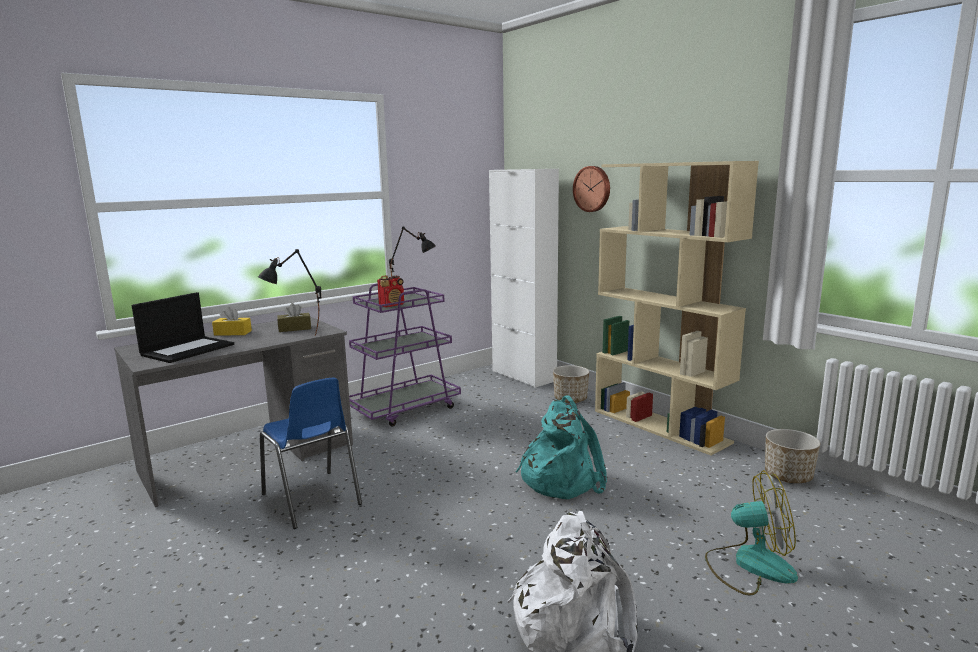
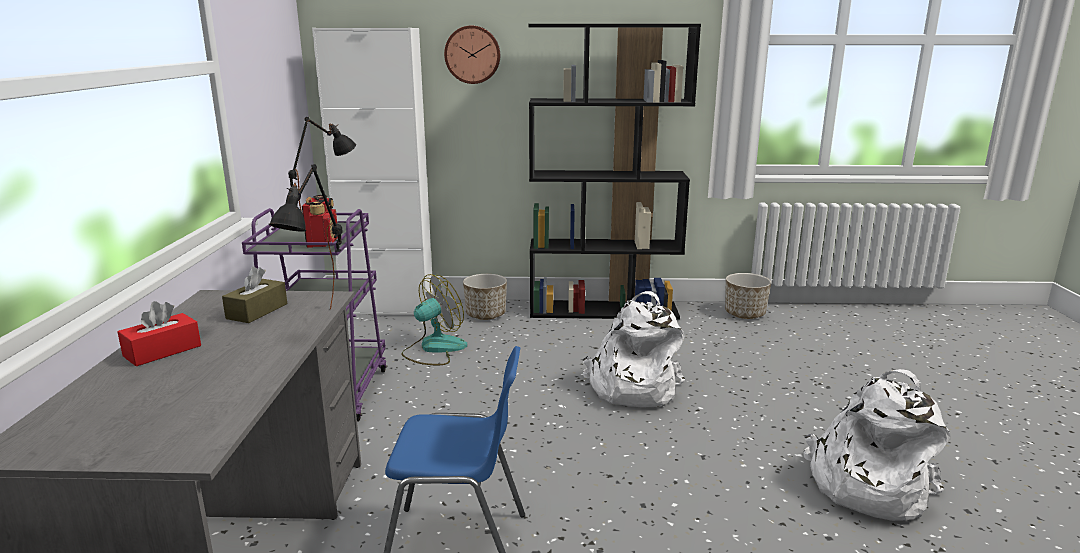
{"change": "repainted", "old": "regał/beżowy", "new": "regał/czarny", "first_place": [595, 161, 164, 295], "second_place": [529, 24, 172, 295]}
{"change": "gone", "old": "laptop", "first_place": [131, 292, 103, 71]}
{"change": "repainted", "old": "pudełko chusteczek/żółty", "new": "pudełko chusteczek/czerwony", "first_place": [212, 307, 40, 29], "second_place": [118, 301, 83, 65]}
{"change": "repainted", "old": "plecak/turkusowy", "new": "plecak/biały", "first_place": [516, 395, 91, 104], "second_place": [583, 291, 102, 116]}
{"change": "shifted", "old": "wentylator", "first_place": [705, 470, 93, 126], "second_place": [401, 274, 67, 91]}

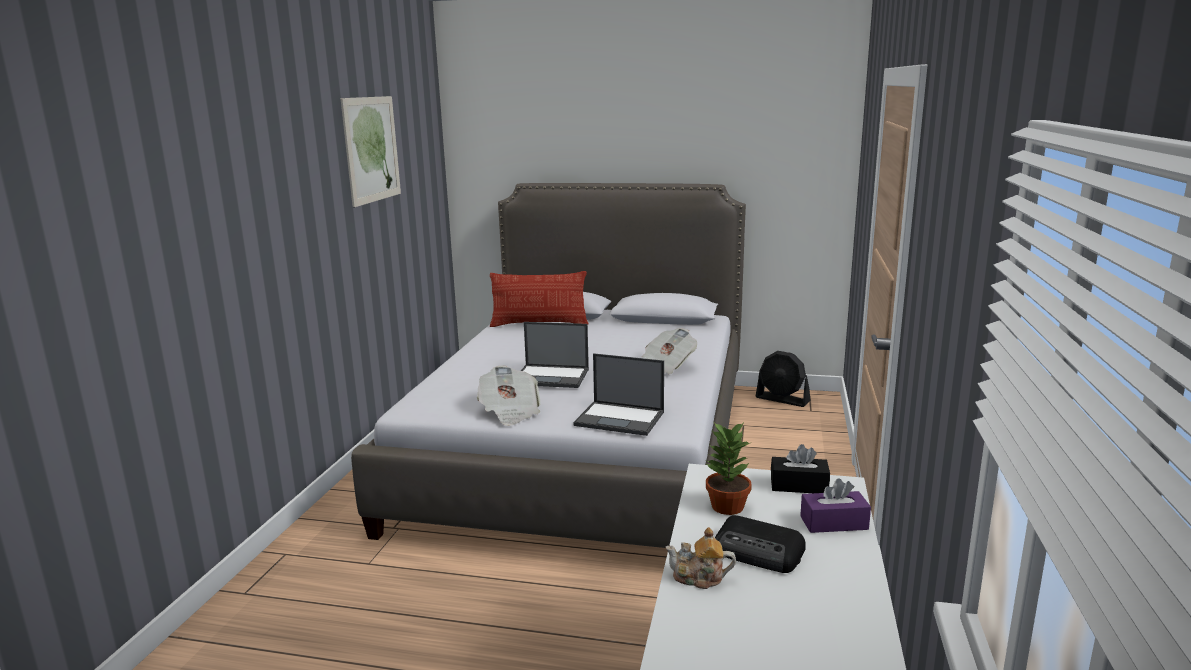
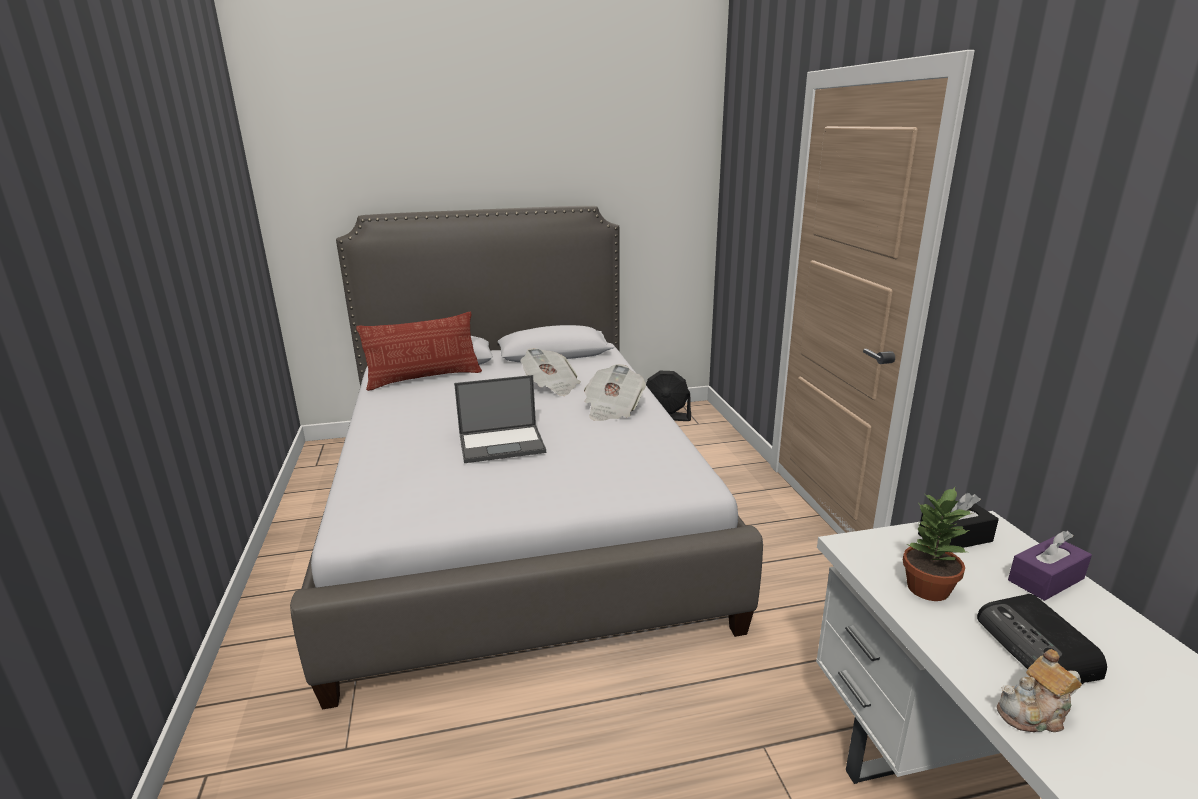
{"change": "gone", "old": "obraz", "first_place": [341, 96, 60, 111]}
{"change": "gone", "old": "laptop", "first_place": [573, 353, 91, 83]}
{"change": "shifted", "old": "gazeta", "first_place": [477, 365, 63, 61], "second_place": [520, 348, 61, 48]}
{"change": "rotated", "old": "radio", "first_place": [715, 515, 90, 58], "second_place": [977, 594, 130, 90], "degrees": 75}

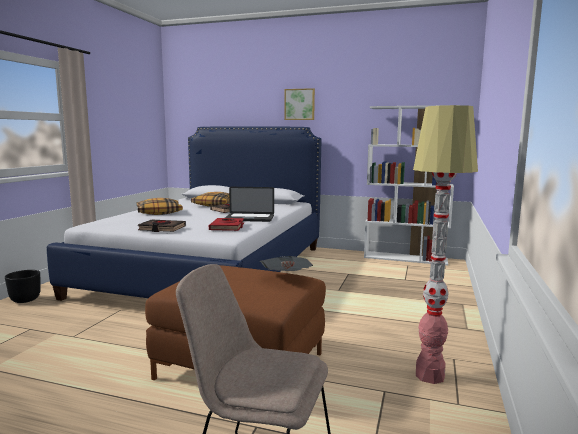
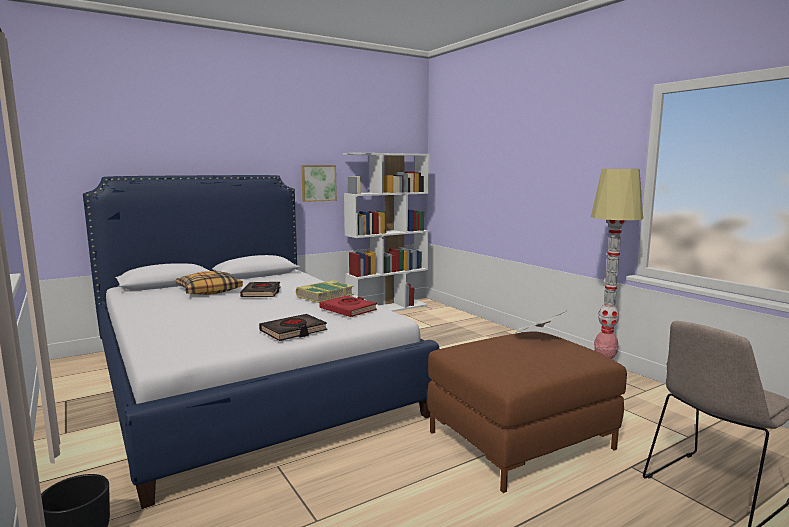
{"change": "shifted", "old": "obraz", "first_place": [284, 88, 31, 32], "second_place": [301, 165, 36, 37]}
{"change": "swapped", "old": "laptop", "new": "książka", "first_place": [225, 187, 49, 35], "second_place": [296, 280, 58, 23]}
{"change": "gone", "old": "poduszka", "first_place": [137, 198, 46, 17]}

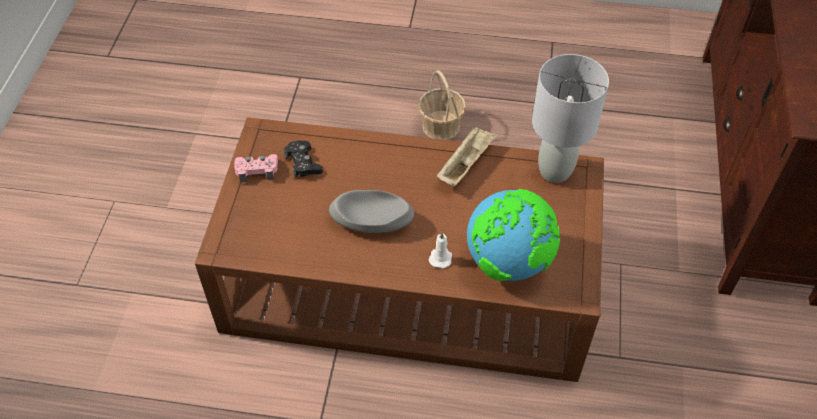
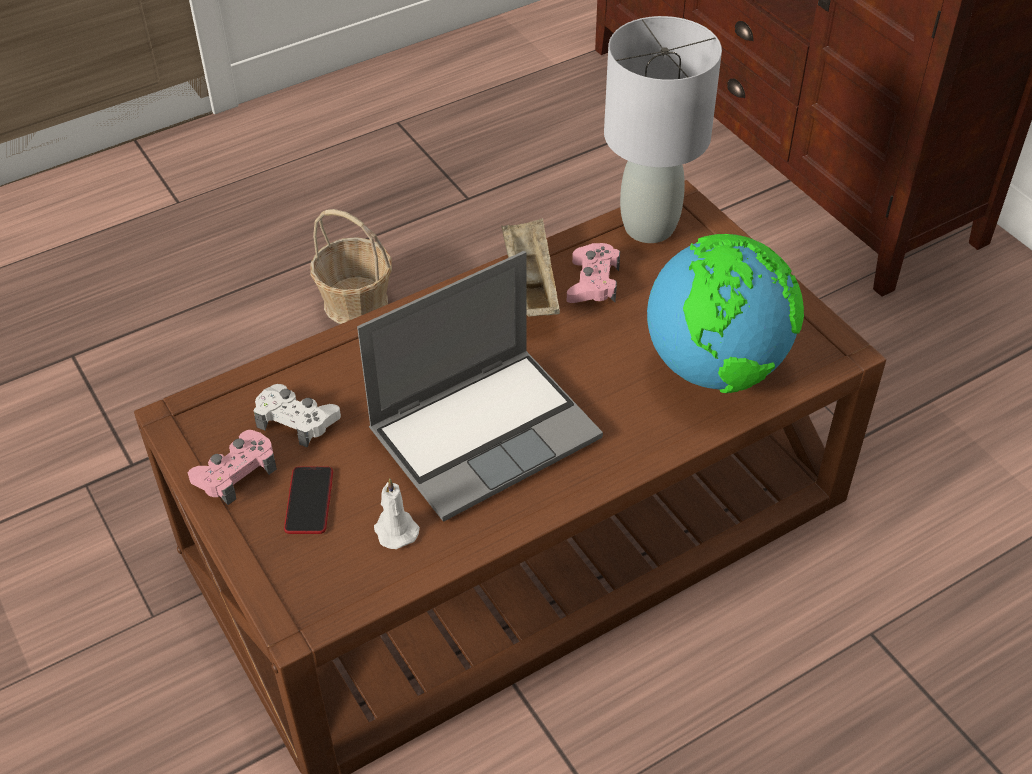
{"change": "repainted", "old": "pad do gier/czarny", "new": "pad do gier/biały", "first_place": [284, 140, 39, 38], "second_place": [253, 384, 88, 64]}
{"change": "swapped", "old": "miska/szary", "new": "laptop", "first_place": [329, 190, 85, 43], "second_place": [357, 251, 246, 271]}
{"change": "shifted", "old": "świeca/biały", "first_place": [428, 232, 24, 37], "second_place": [374, 478, 46, 71]}
{"change": "new", "new": "pad do gier/różowy", "second_place": [567, 243, 53, 60]}
{"change": "new", "new": "telefon", "second_place": [284, 466, 49, 68]}

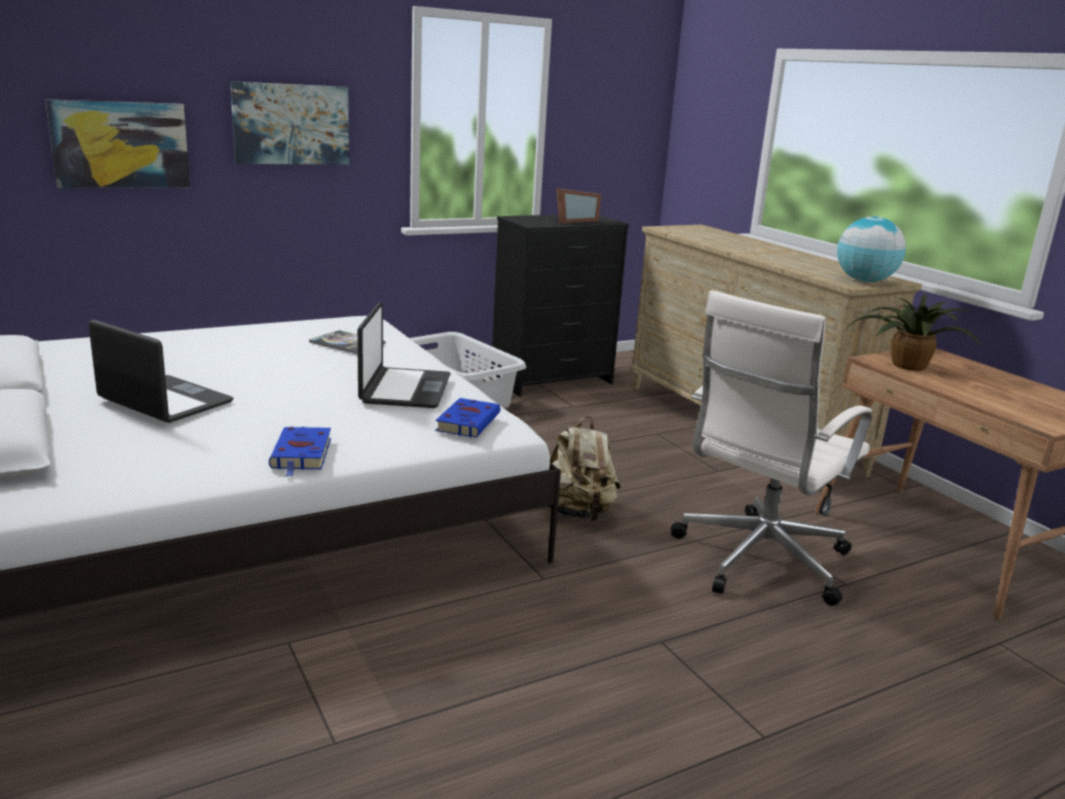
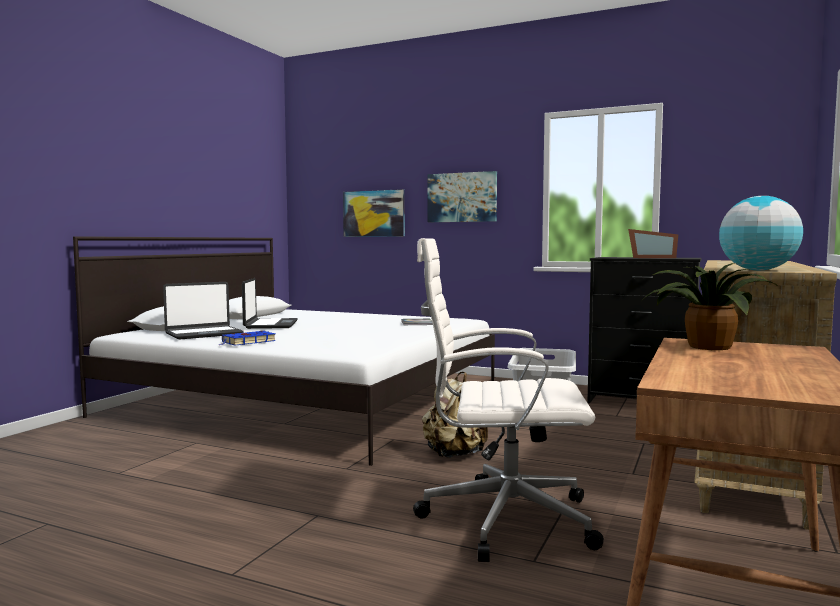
{"change": "shifted", "old": "laptop", "first_place": [357, 302, 94, 106], "second_place": [163, 282, 81, 58]}
{"change": "gone", "old": "książka/niebieski", "first_place": [435, 398, 65, 40]}

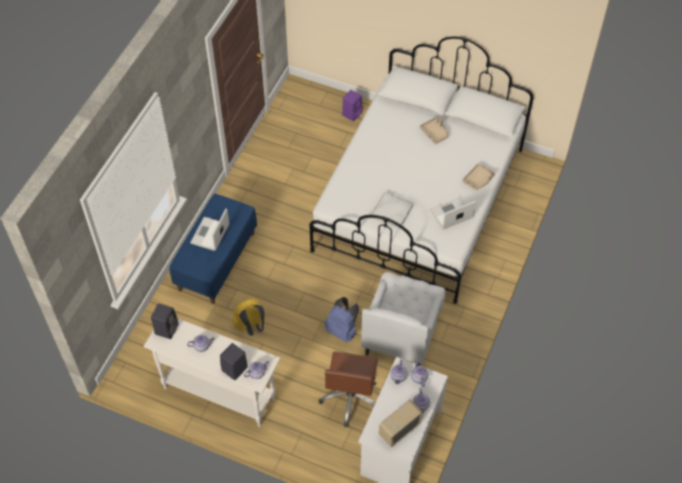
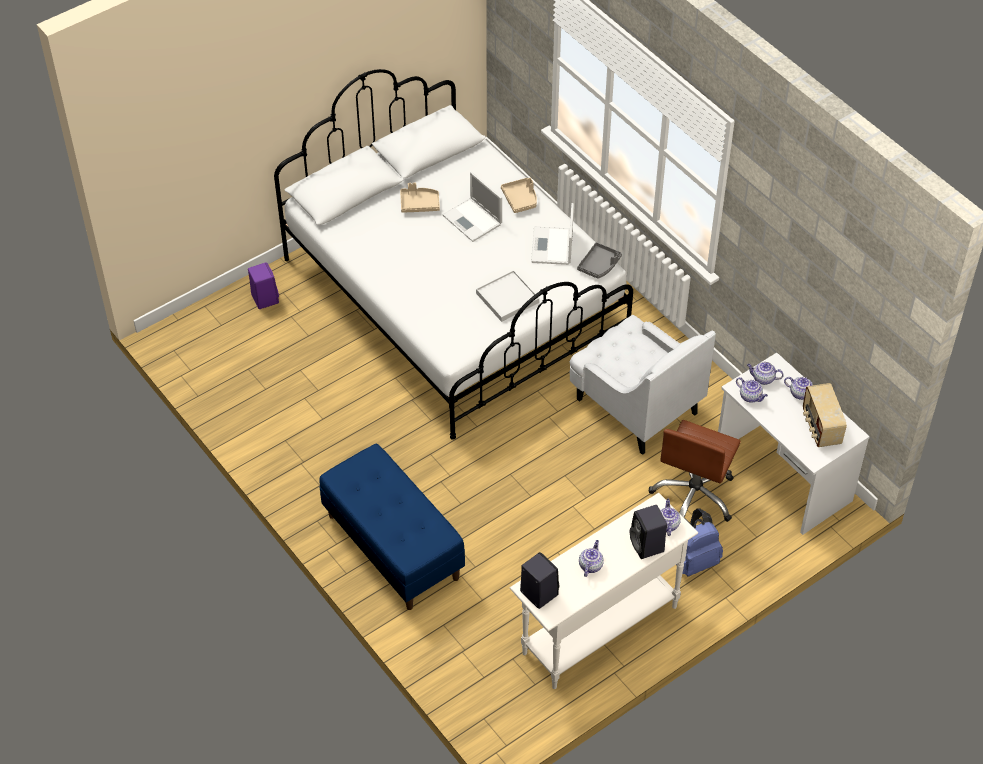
{"change": "shifted", "old": "laptop", "first_place": [190, 209, 39, 42], "second_place": [443, 172, 59, 70]}
{"change": "shifted", "old": "plecak/niebieski", "first_place": [325, 297, 34, 45], "second_place": [676, 508, 47, 69]}
{"change": "gone", "old": "plecak/żółty", "first_place": [232, 298, 33, 38]}
{"change": "rotated", "old": "krzesło biurowe/brązowy", "first_place": [319, 351, 59, 76], "second_place": [649, 420, 92, 102], "degrees": 75}
{"change": "new", "new": "taca/szary", "second_place": [577, 242, 45, 37]}

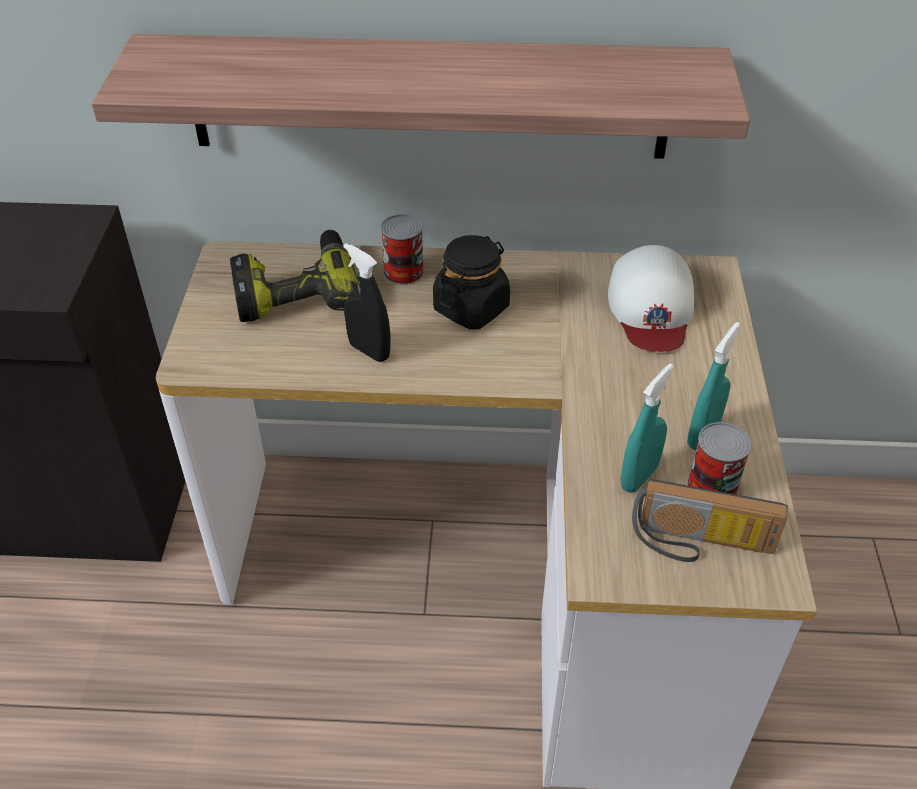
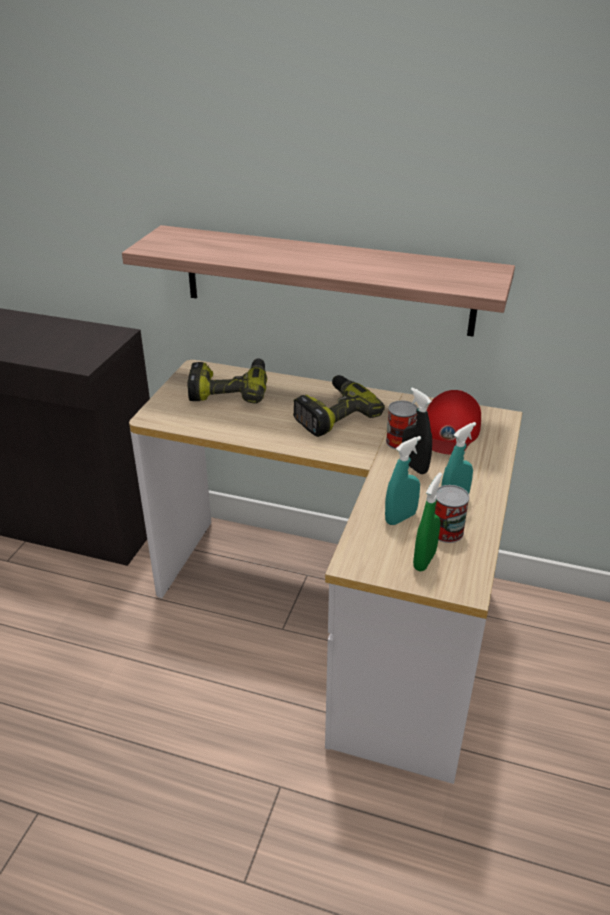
{"change": "shifted", "old": "puszka", "first_place": [381, 214, 43, 71], "second_place": [386, 401, 32, 48]}
{"change": "swapped", "old": "słoik/czarny", "new": "wiertarka", "first_place": [433, 235, 77, 95], "second_place": [293, 375, 92, 62]}
{"change": "shifted", "old": "spryskiwacz/czarny", "first_place": [343, 243, 47, 119], "second_place": [402, 387, 30, 87]}
{"change": "repainted", "old": "czapka z daszkiem/biały", "new": "czapka z daszkiem/czerwony", "first_place": [608, 245, 86, 107], "second_place": [427, 390, 54, 65]}
{"change": "swapped", "old": "radio", "new": "spryskiwacz/zielony", "first_place": [632, 479, 156, 83], "second_place": [413, 472, 29, 99]}

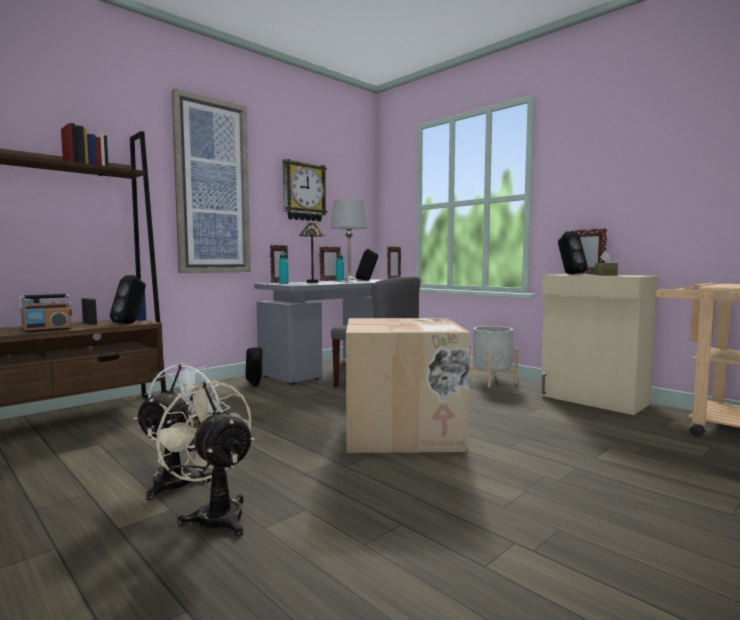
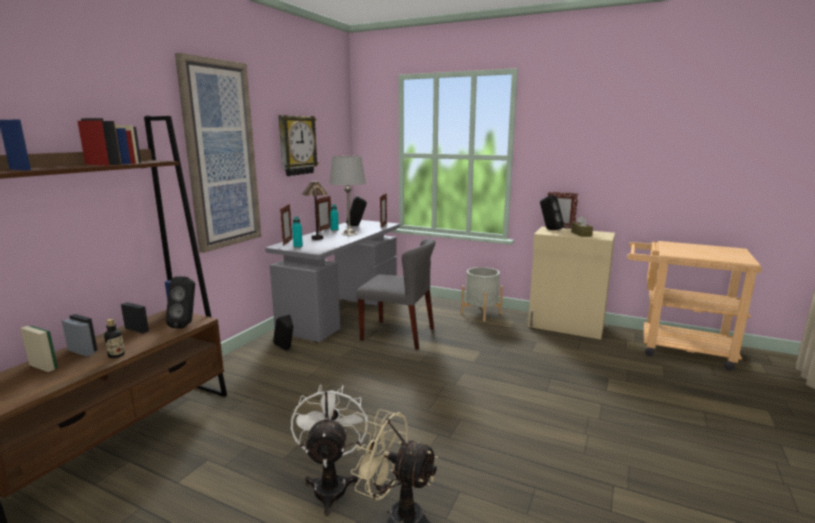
{"change": "swapped", "old": "radio", "new": "butelka", "first_place": [20, 294, 52, 39], "second_place": [104, 319, 21, 39]}
{"change": "gone", "old": "karton", "first_place": [346, 318, 124, 135]}

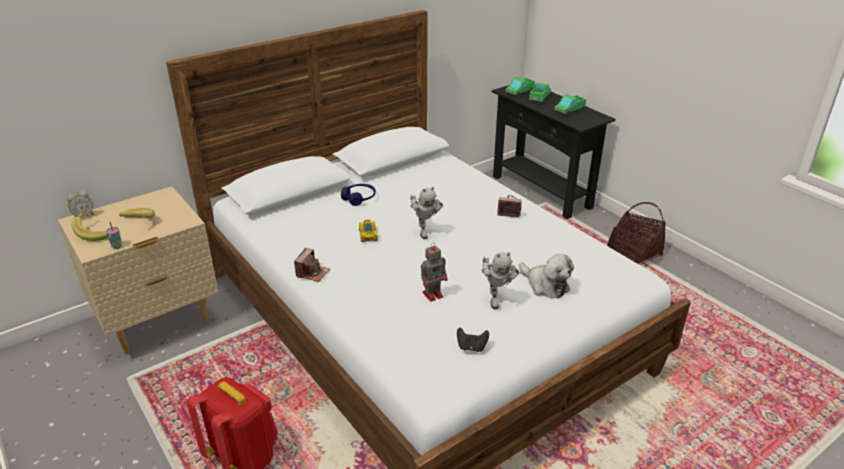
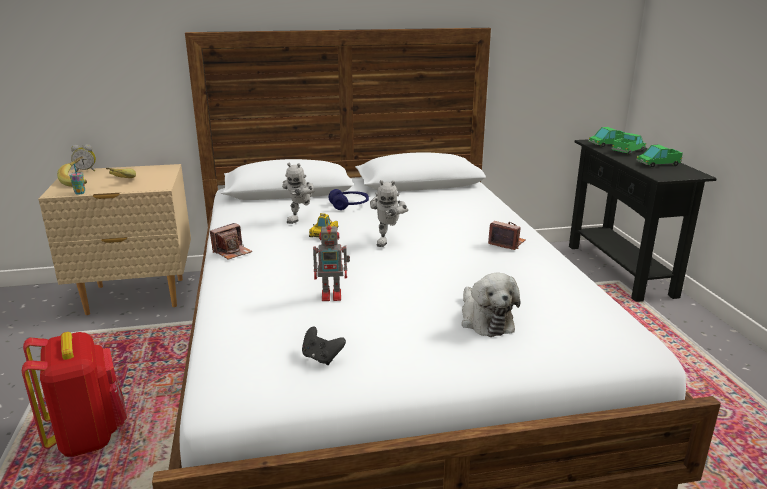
{"change": "gone", "old": "koszyk", "first_place": [607, 202, 59, 63]}
{"change": "shifted", "old": "robot zabawkowy", "first_place": [482, 252, 38, 57], "second_place": [282, 163, 32, 61]}

